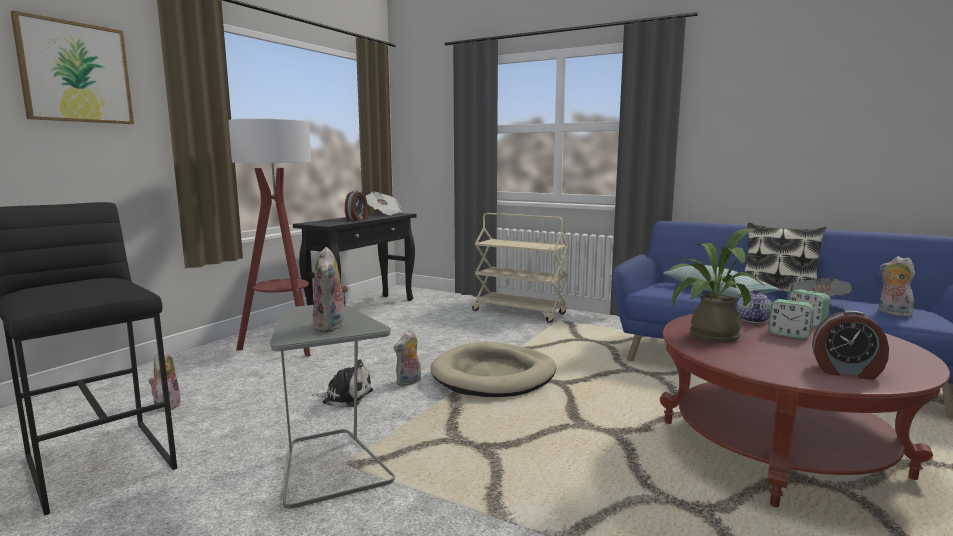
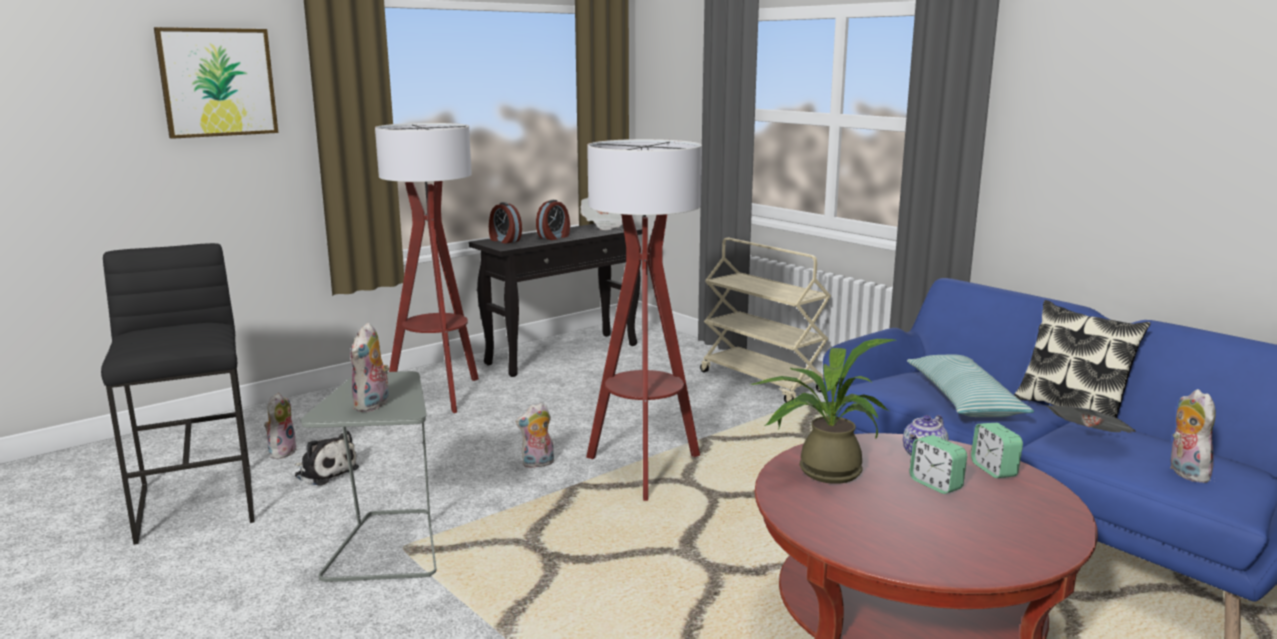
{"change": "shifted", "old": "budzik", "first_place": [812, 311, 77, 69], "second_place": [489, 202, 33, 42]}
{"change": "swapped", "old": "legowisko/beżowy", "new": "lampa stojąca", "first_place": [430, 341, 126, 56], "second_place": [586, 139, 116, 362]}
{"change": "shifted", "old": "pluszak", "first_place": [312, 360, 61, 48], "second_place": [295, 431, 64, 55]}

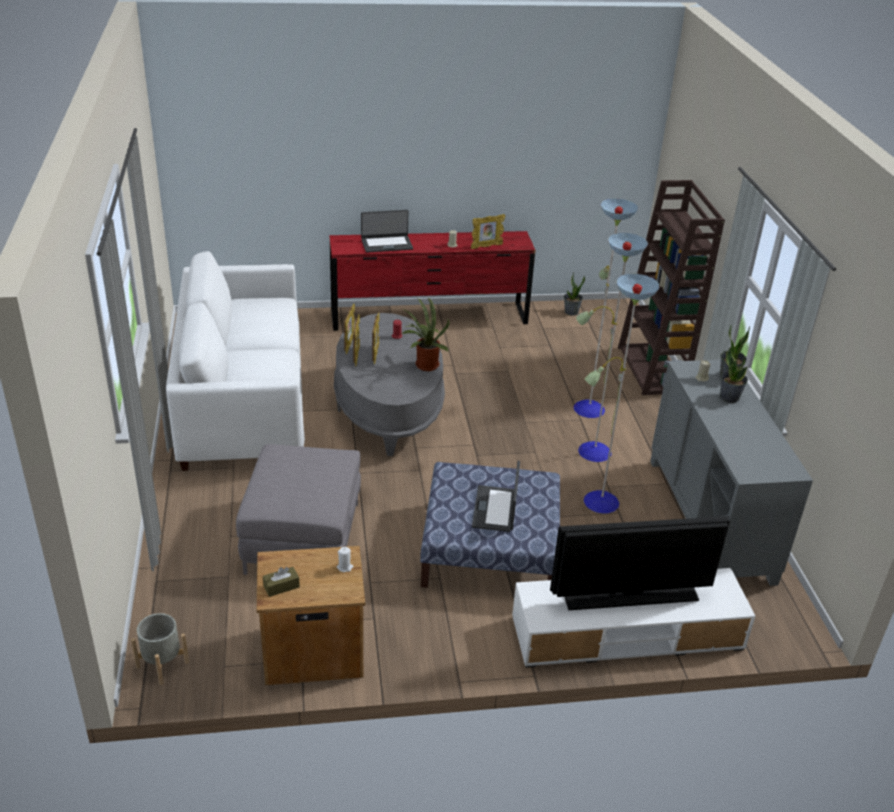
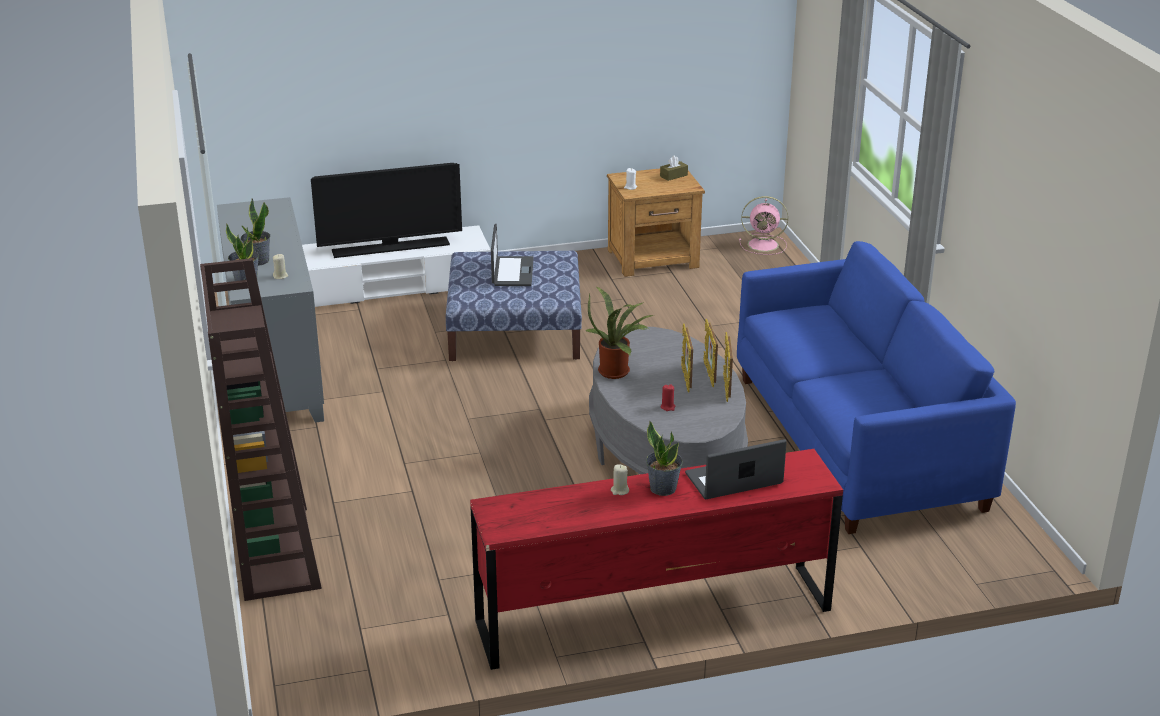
{"change": "gone", "old": "lampa stojąca", "first_place": [574, 199, 86, 315]}
{"change": "gone", "old": "ramka na zdjęcie", "first_place": [471, 214, 34, 35]}
{"change": "repainted", "old": "kanapa/biały", "new": "kanapa/niebieski", "first_place": [166, 251, 139, 220], "second_place": [737, 241, 279, 293]}
{"change": "shifted", "old": "roślina doniczkowa", "first_place": [564, 272, 21, 44], "second_place": [646, 421, 37, 75]}
{"change": "gone", "old": "pufa/szary", "first_place": [236, 444, 125, 131]}
{"change": "swapped", "old": "donica/szary", "new": "wentylator/różowy", "first_place": [131, 613, 58, 72], "second_place": [739, 196, 49, 59]}

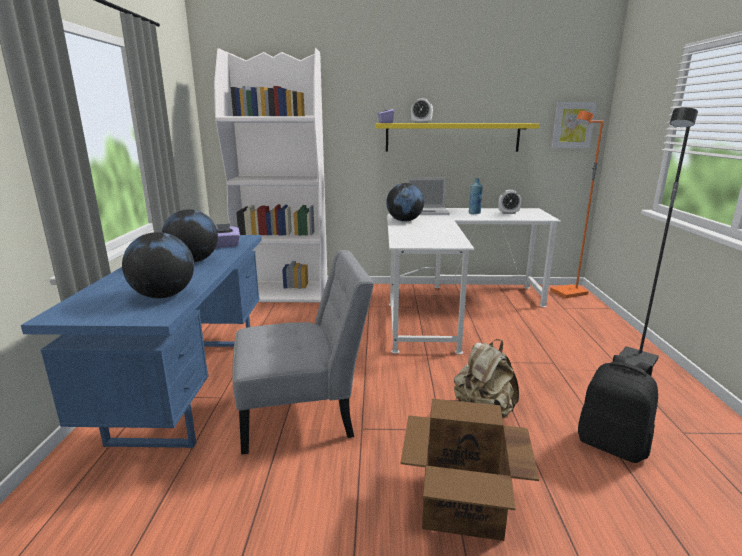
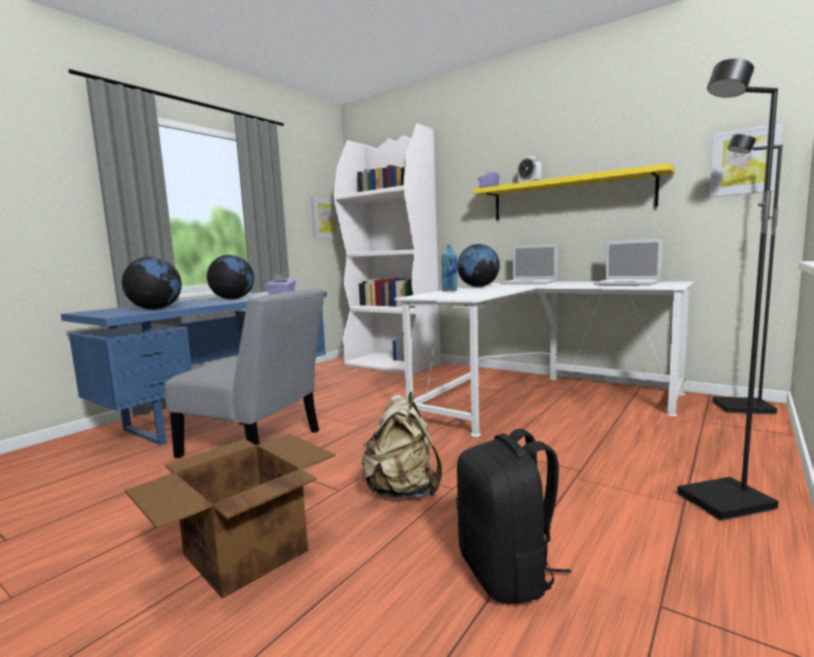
{"change": "repainted", "old": "lampa stojąca/pomarańczowy", "new": "lampa stojąca/czarny", "first_place": [550, 111, 53, 187], "second_place": [713, 134, 69, 281]}
{"change": "shifted", "old": "butelka/niebieski", "first_place": [469, 178, 14, 36], "second_place": [442, 245, 15, 46]}
{"change": "swapped", "old": "budzik", "new": "laptop", "first_place": [499, 190, 22, 24], "second_place": [593, 239, 70, 47]}
{"change": "new", "new": "obraz", "second_place": [311, 197, 29, 42]}

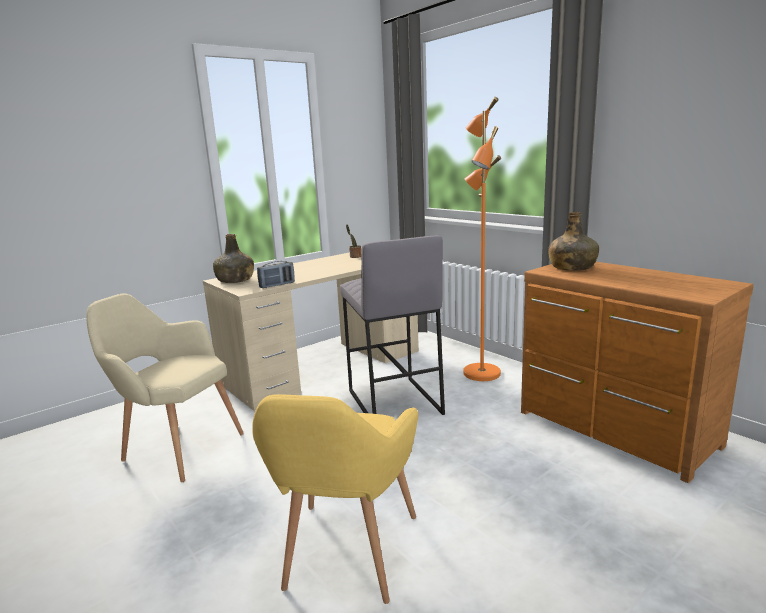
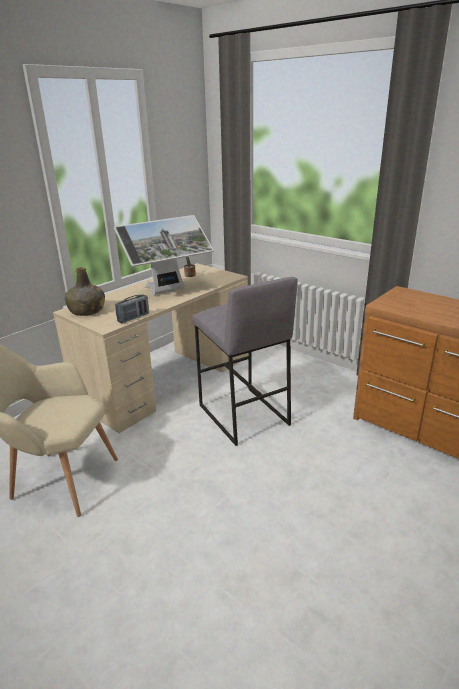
{"change": "gone", "old": "lampa stojąca/pomarańczowy", "first_place": [463, 97, 38, 284]}
{"change": "gone", "old": "butelka/zielony", "first_place": [548, 212, 51, 59]}
{"change": "gone", "old": "fotel/żółty", "first_place": [252, 394, 166, 210]}
{"change": "new", "new": "monitor", "second_place": [114, 215, 100, 80]}

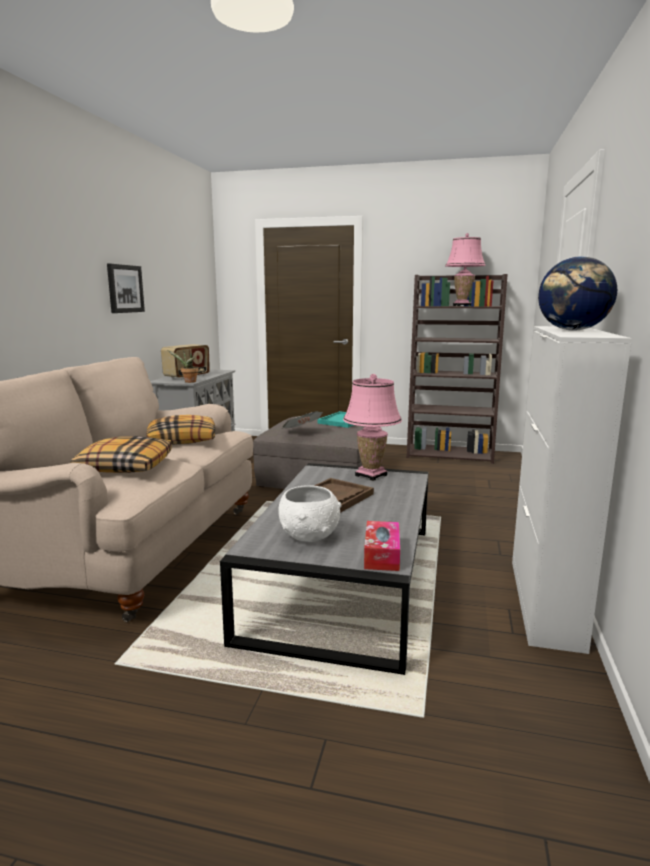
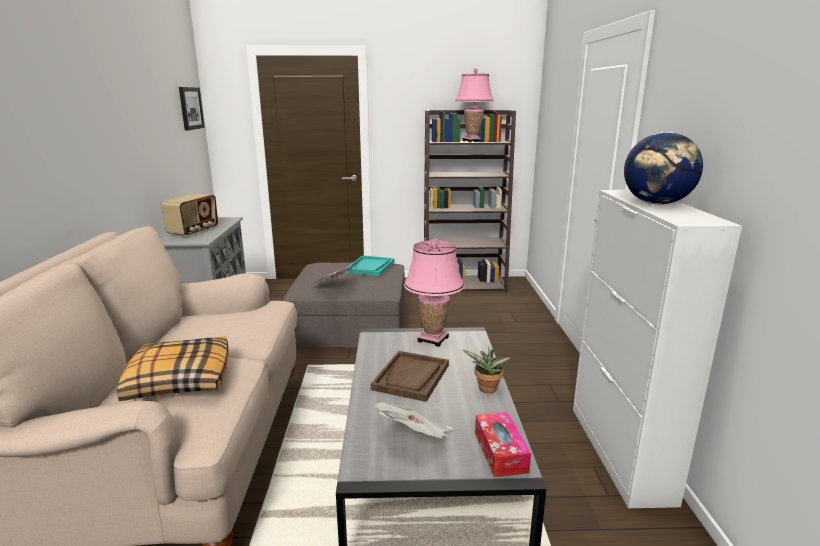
{"change": "shifted", "old": "obraz", "first_place": [107, 264, 38, 49], "second_place": [179, 87, 26, 44]}
{"change": "shifted", "old": "roślina doniczkowa", "first_place": [168, 350, 31, 33], "second_place": [463, 347, 48, 46]}
{"change": "gone", "old": "poduszka", "first_place": [146, 415, 70, 30]}
{"change": "swapped", "old": "miska/biały", "new": "gazeta", "first_place": [278, 485, 64, 57], "second_place": [375, 402, 78, 37]}

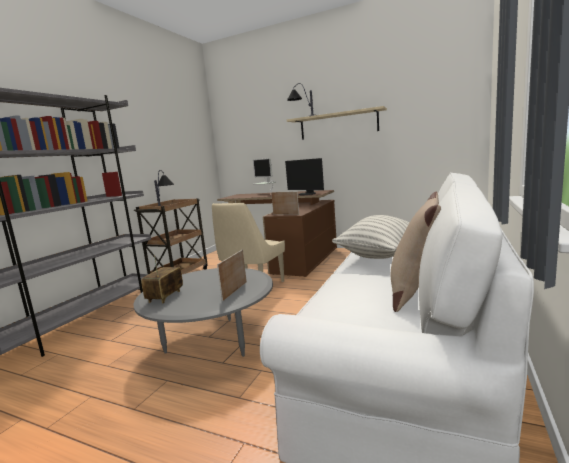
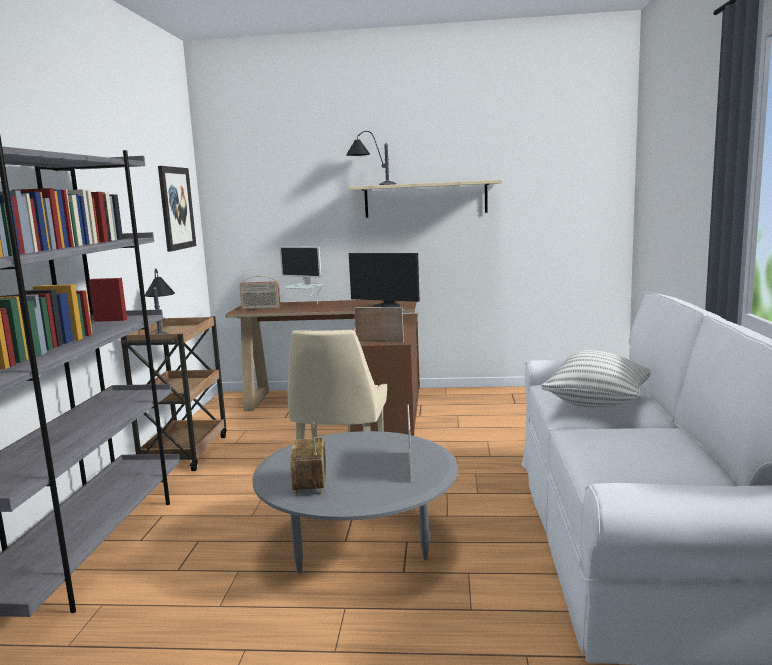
{"change": "gone", "old": "poduszka/beżowy", "first_place": [391, 192, 50, 120]}
{"change": "new", "new": "obraz", "second_place": [158, 166, 38, 86]}
{"change": "new", "new": "radio", "second_place": [239, 276, 41, 34]}

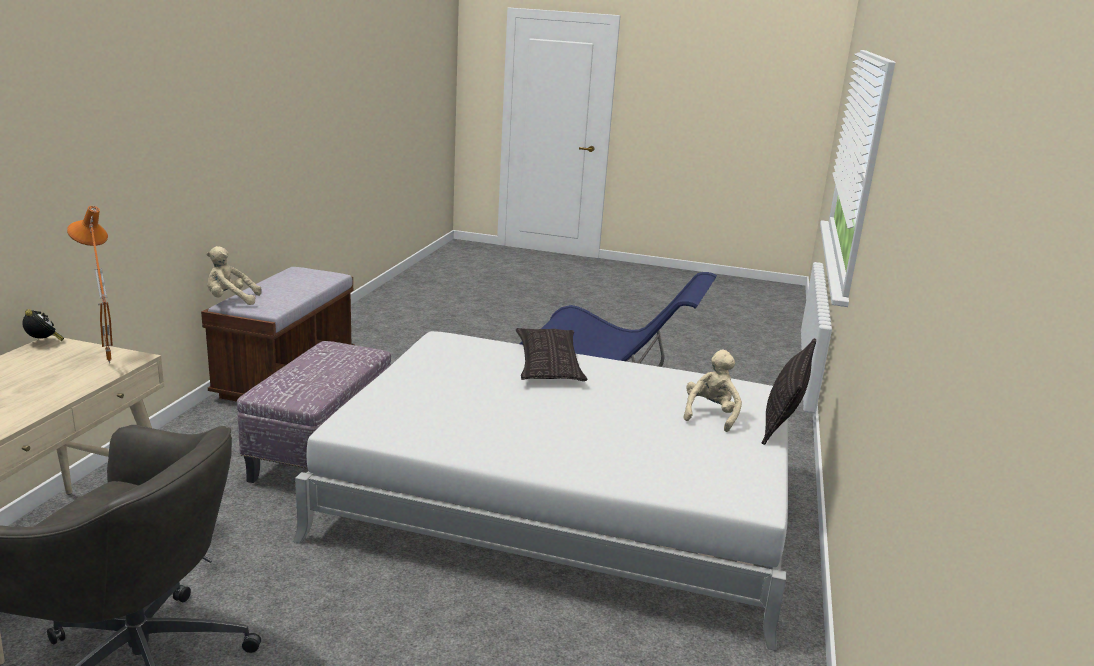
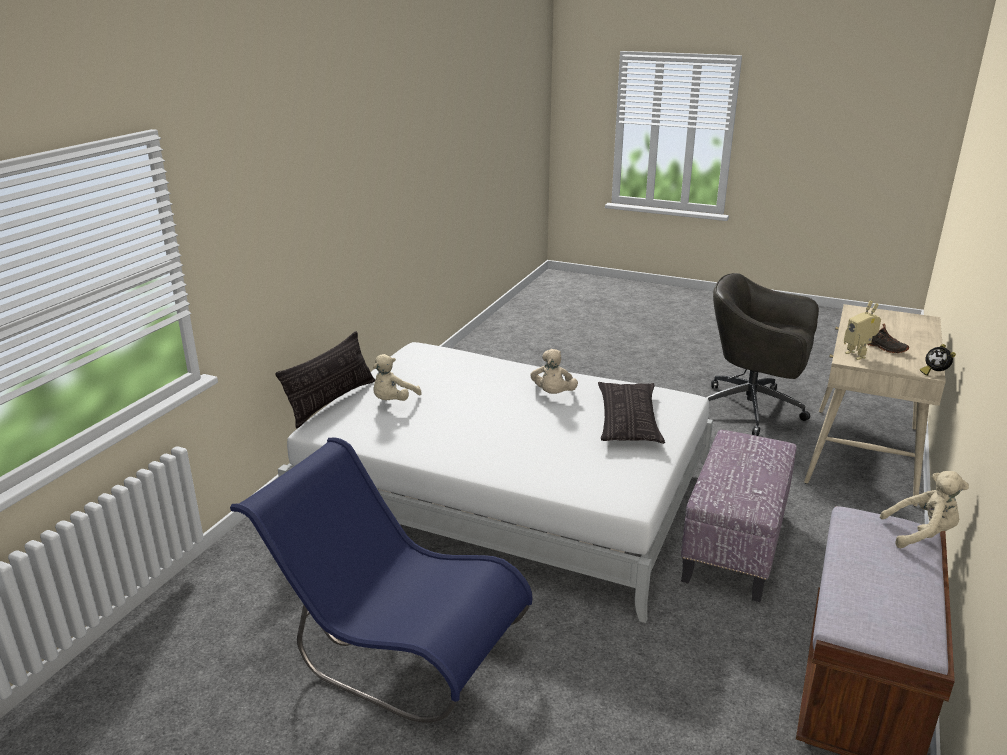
{"change": "swapped", "old": "lampa stołowa/pomarańczowy", "new": "robot zabawkowy", "first_place": [67, 206, 46, 158], "second_place": [844, 301, 37, 59]}
{"change": "shifted", "old": "poduszka", "first_place": [516, 328, 72, 53], "second_place": [598, 382, 67, 62]}
{"change": "new", "new": "but/czarny", "second_place": [868, 324, 41, 29]}
{"change": "new", "new": "pluszak/beżowy", "second_place": [531, 349, 47, 45]}

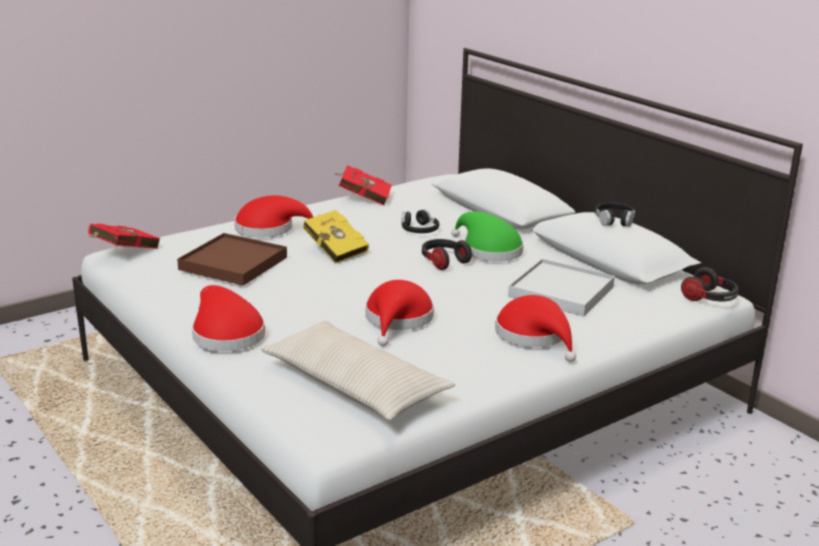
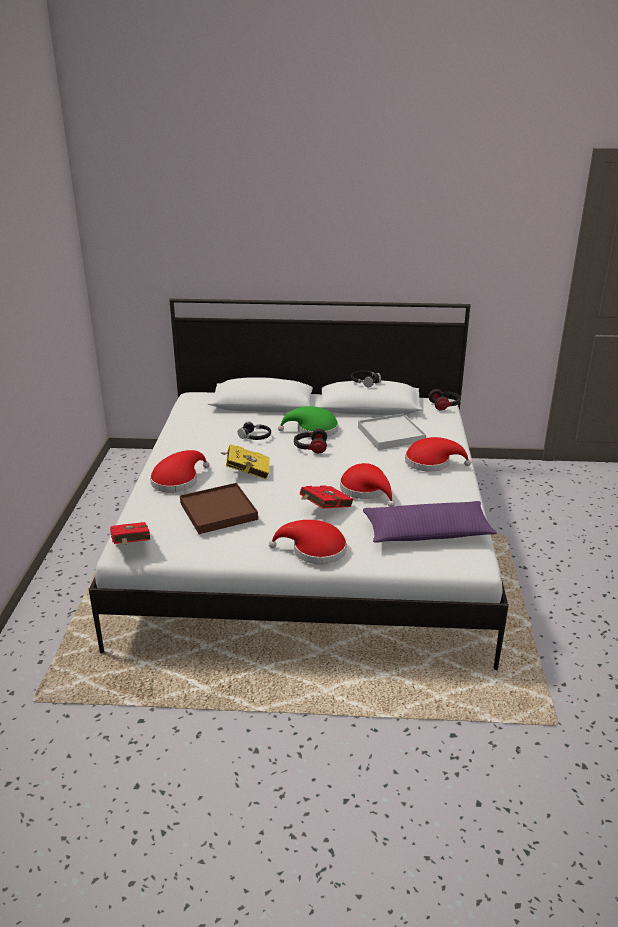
{"change": "shifted", "old": "książka/czerwony", "first_place": [335, 165, 57, 41], "second_place": [300, 486, 54, 23]}
{"change": "repainted", "old": "poduszka/beżowy", "new": "poduszka/fioletowy", "first_place": [261, 321, 194, 99], "second_place": [363, 501, 134, 42]}

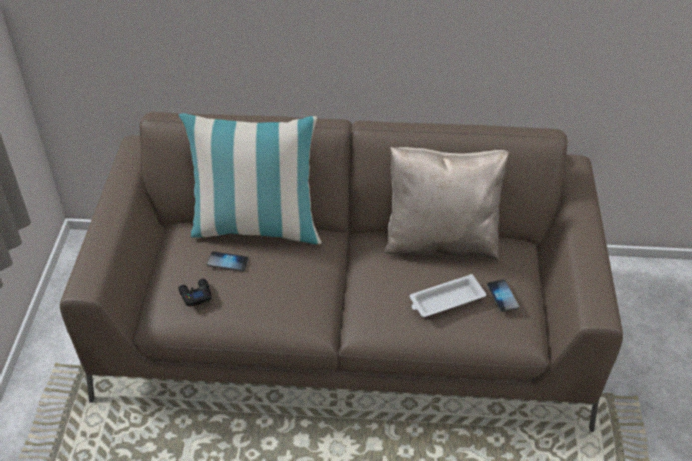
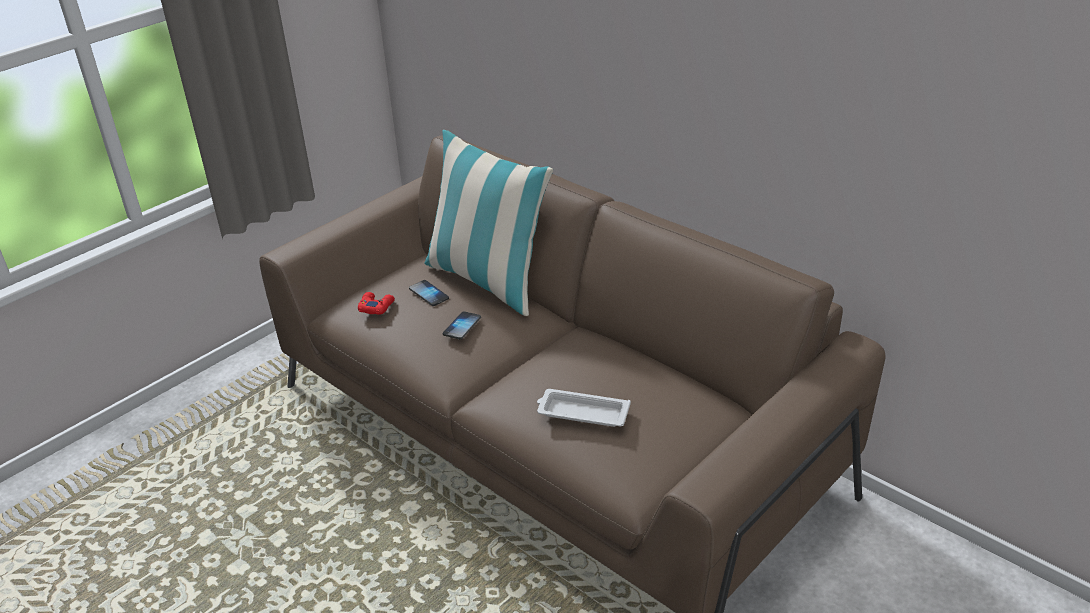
{"change": "gone", "old": "poduszka/beżowy", "first_place": [383, 147, 126, 113]}
{"change": "repainted", "old": "pad do gier/czarny", "new": "pad do gier/czerwony", "first_place": [178, 279, 34, 28], "second_place": [358, 292, 37, 22]}
{"change": "shifted", "old": "telefon", "first_place": [487, 279, 32, 33], "second_place": [443, 311, 38, 28]}

